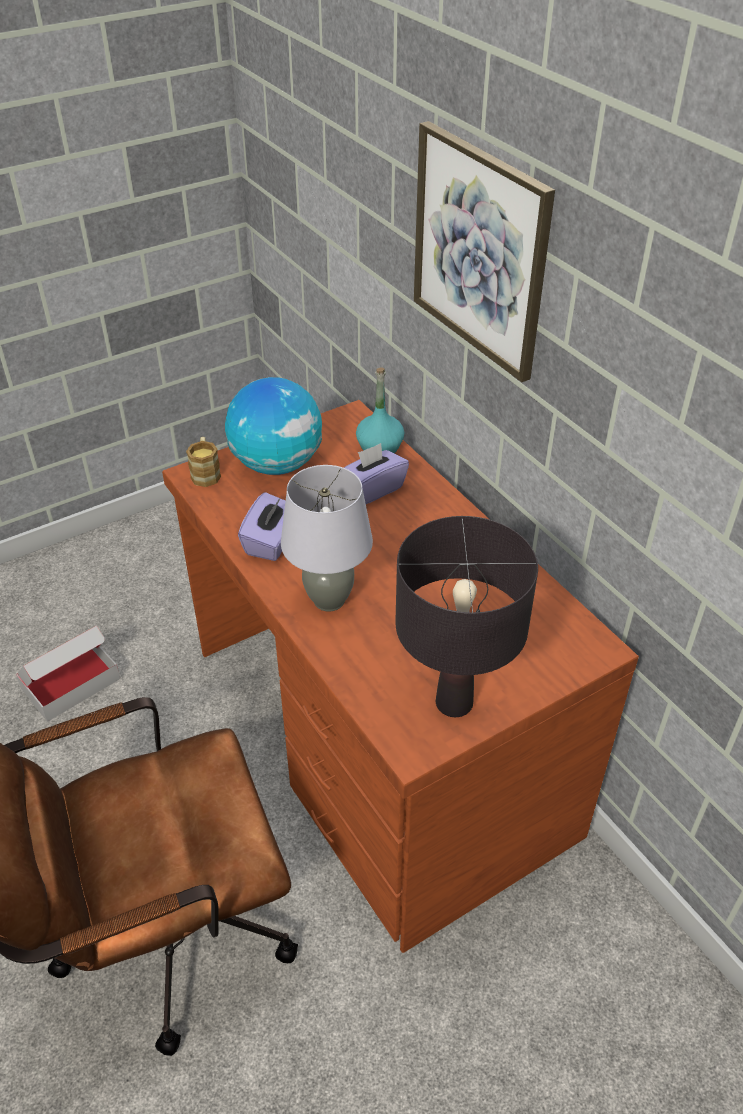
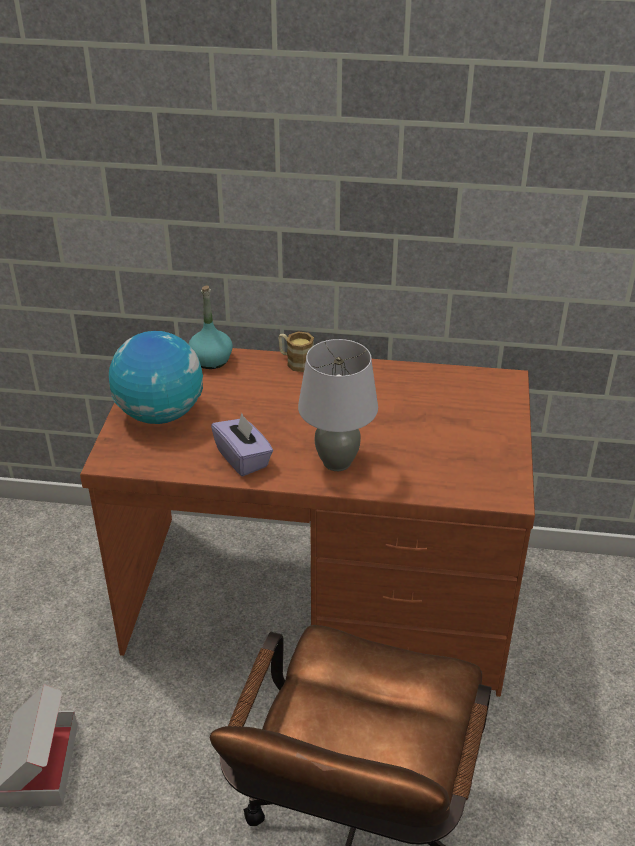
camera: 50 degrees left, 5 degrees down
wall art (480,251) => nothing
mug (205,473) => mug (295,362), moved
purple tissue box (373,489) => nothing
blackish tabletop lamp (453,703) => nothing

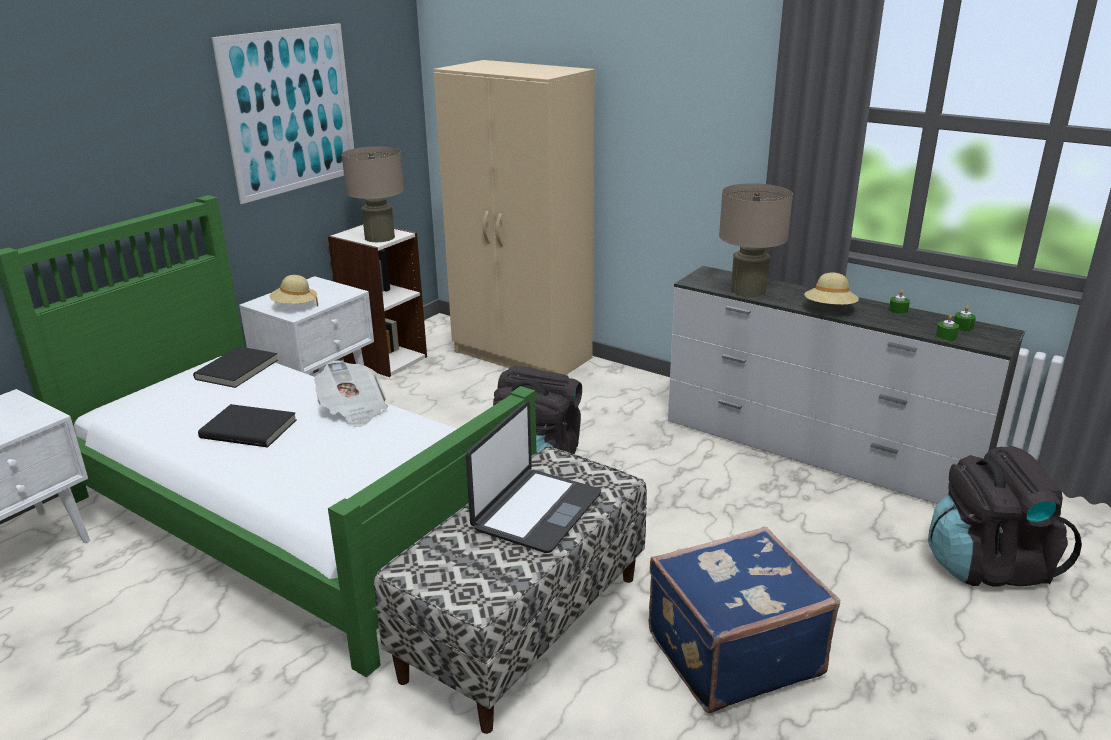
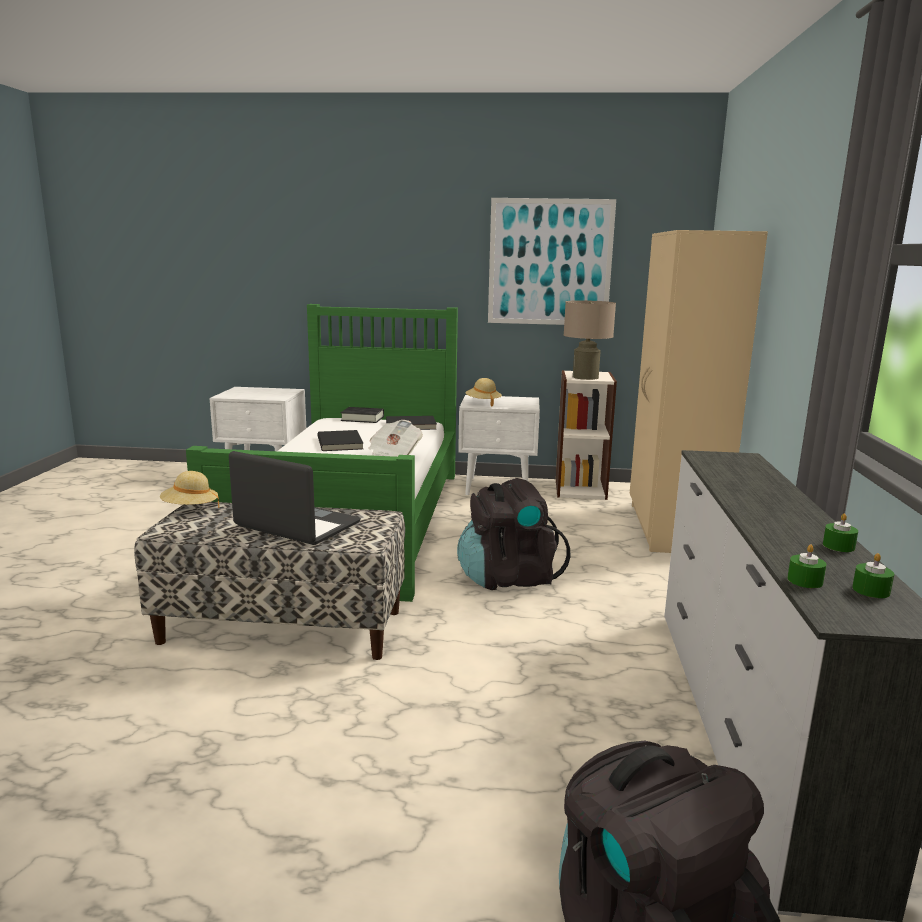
camera: 60 degrees right, 10 degrees down
beige tabletop lamp (748,290) => nothing
beige clothing hat (829,309) => beige clothing hat (190,508), moved
portable computer (536,511) => portable computer (297,525), 150 degrees counterclockwise
blue-coloured piece of luggage (731,652) => nothing
nothing => blackish bound book (362,418)

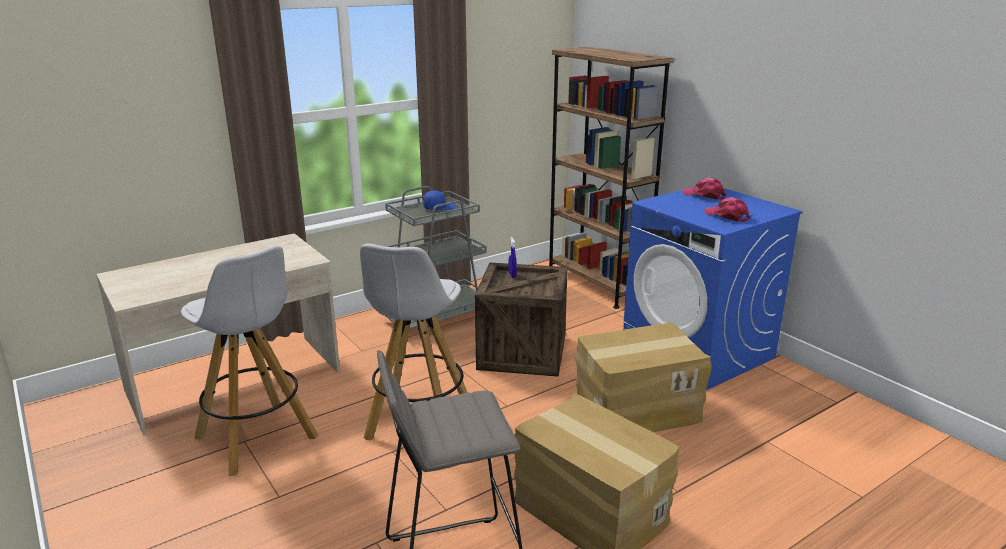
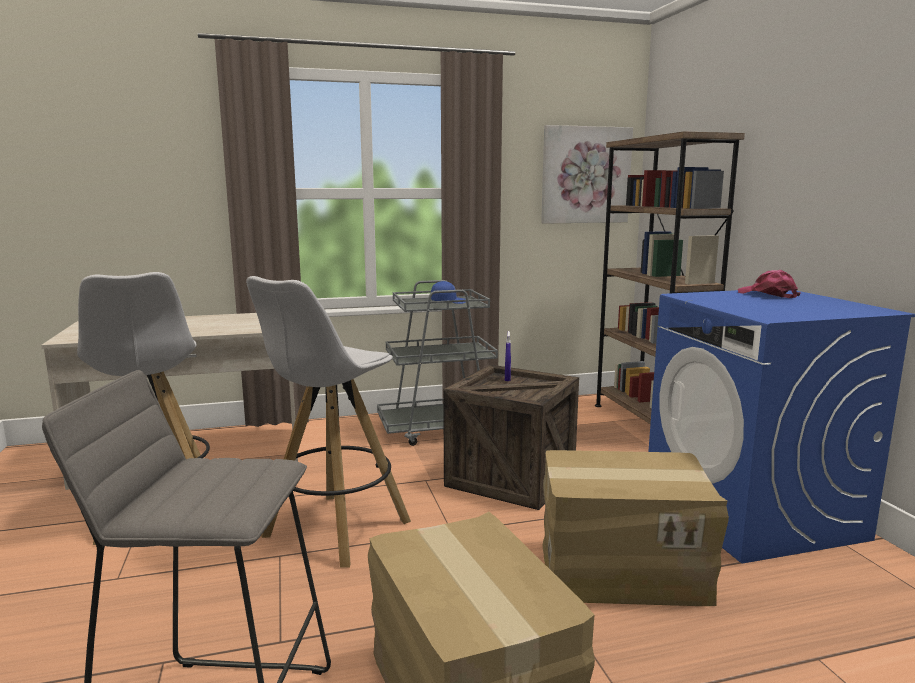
camera: 20 degrees right, 10 degrees down
pink-coloured baseball cap (727,216) => nothing
nothing => wall art (585,175)

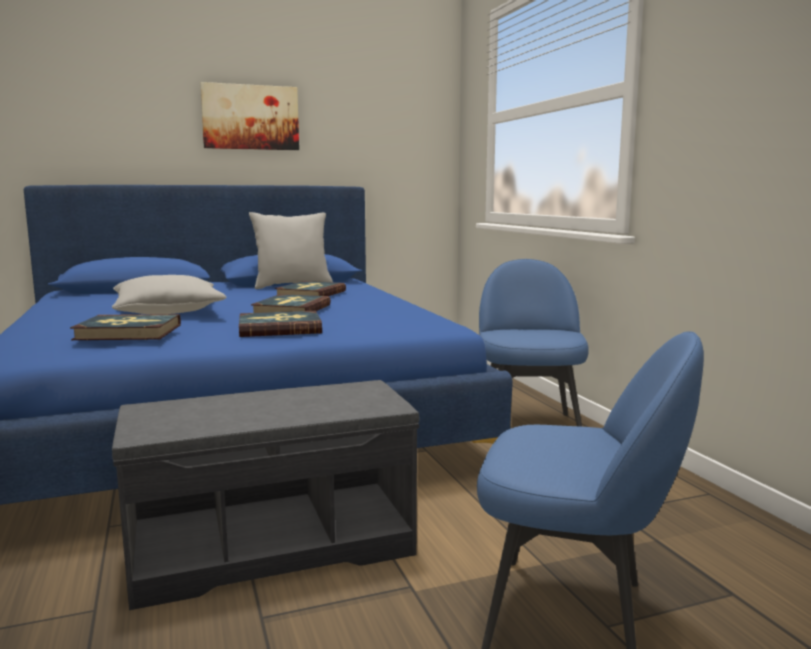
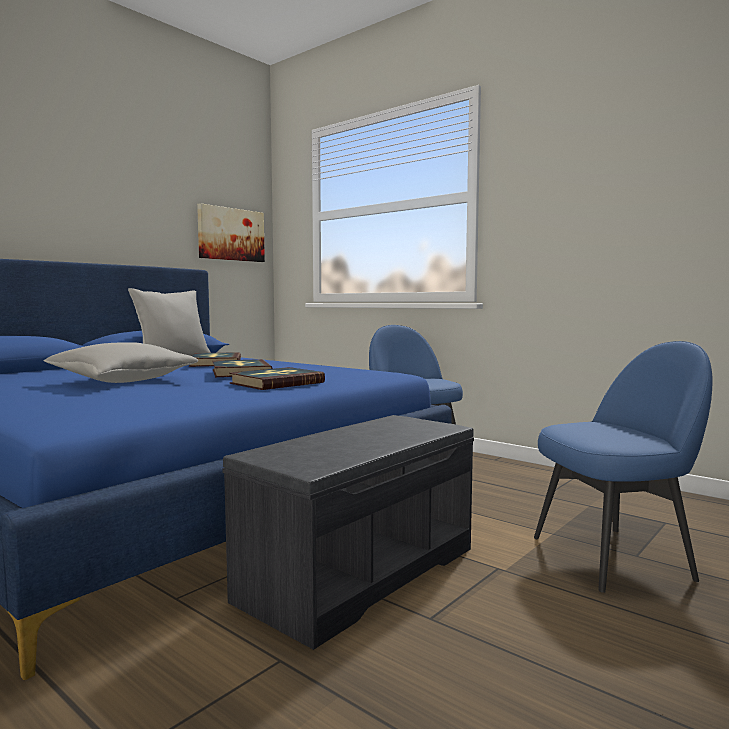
camera: 30 degrees left, 5 degrees down
wall art (250,117) => wall art (231,234), moved
bound book (128,332) => nothing

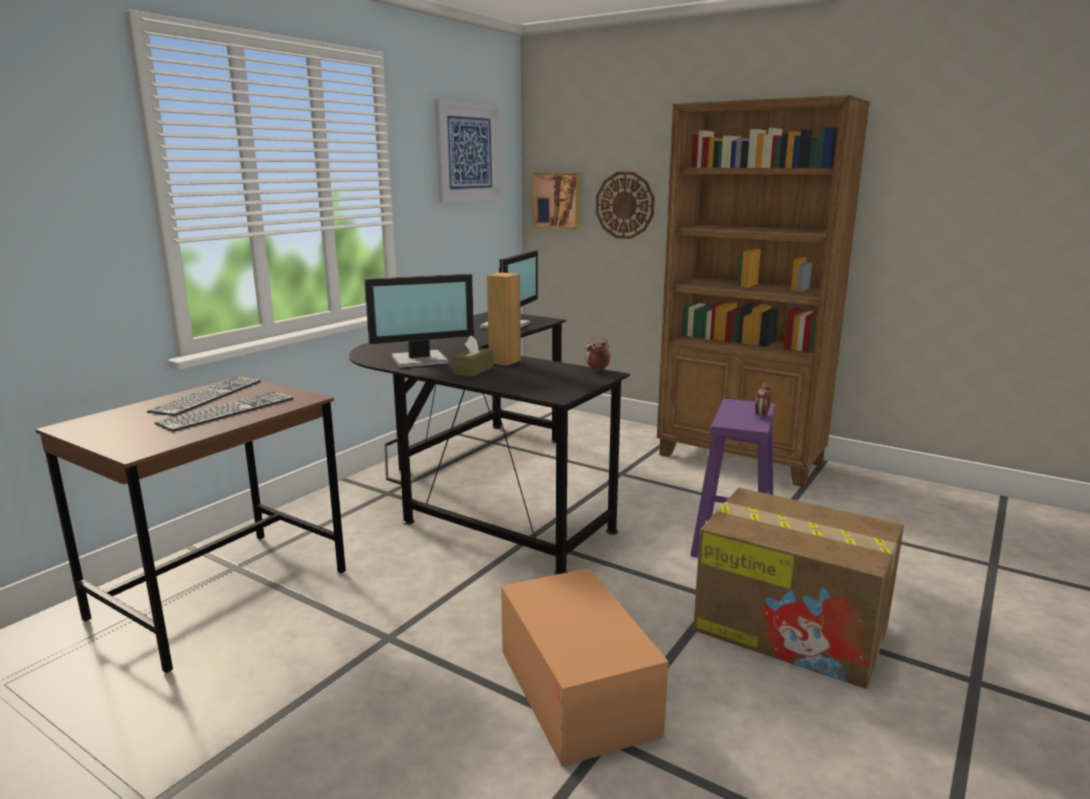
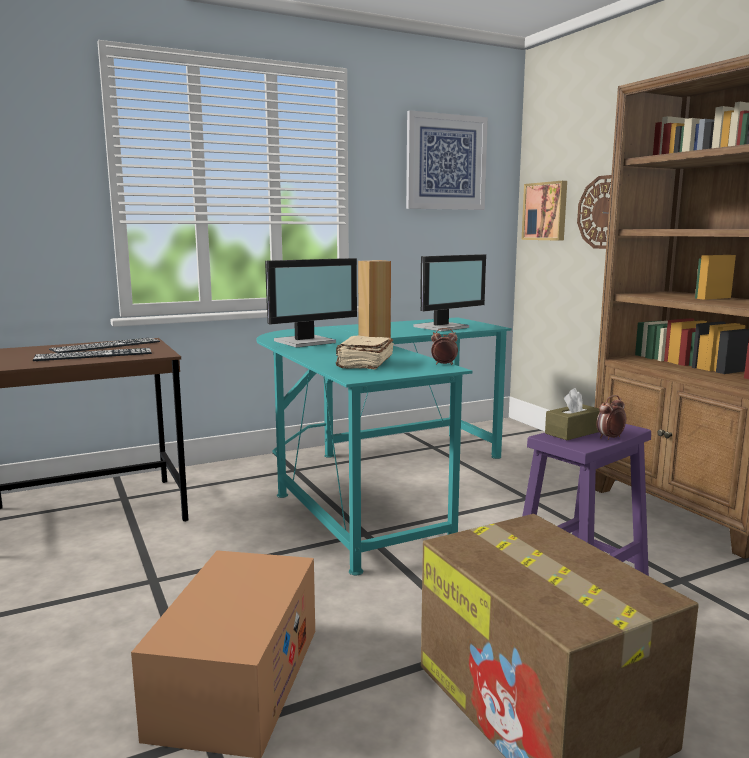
camera: 30 degrees right, 5 degrees down
computer display (421,360) => computer display (306,342), 45 degrees counterclockwise
blackish desk (482,488) => blue-green desk (376,482)
brownish tissue box (473,370) => brownish tissue box (573,432), moved
nothing => beige bound book (364,364)

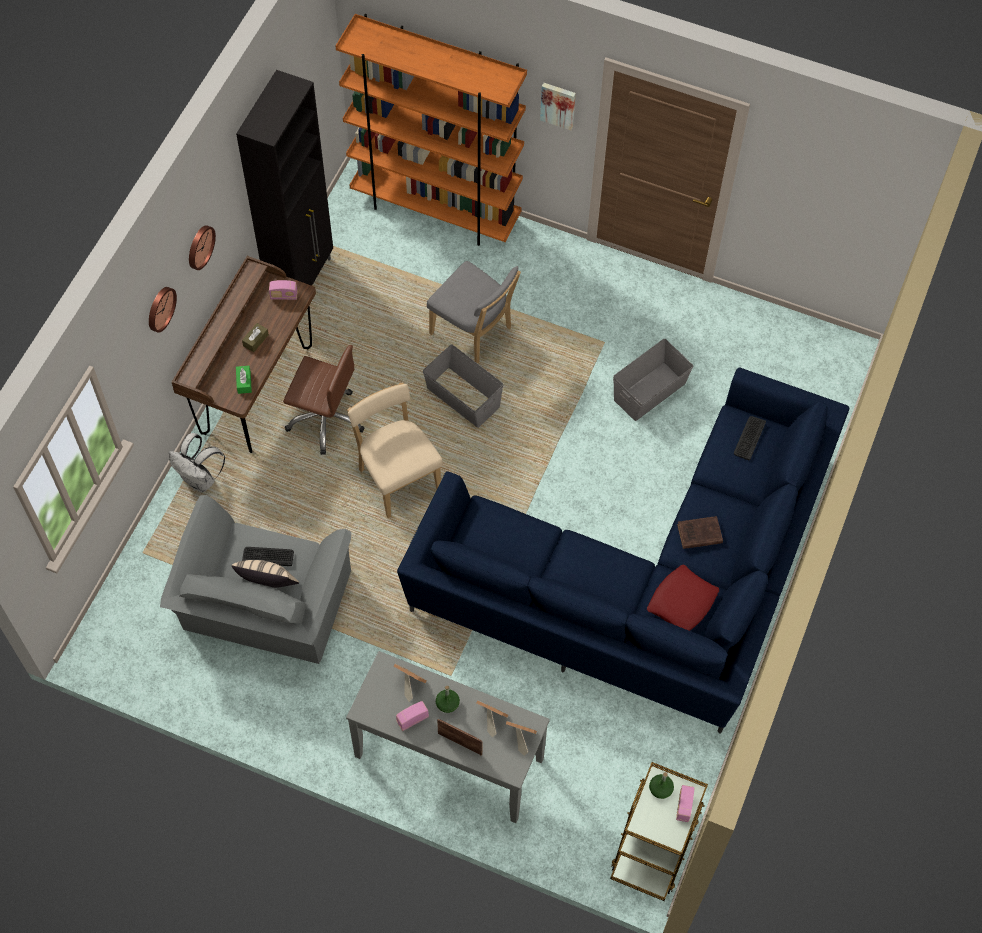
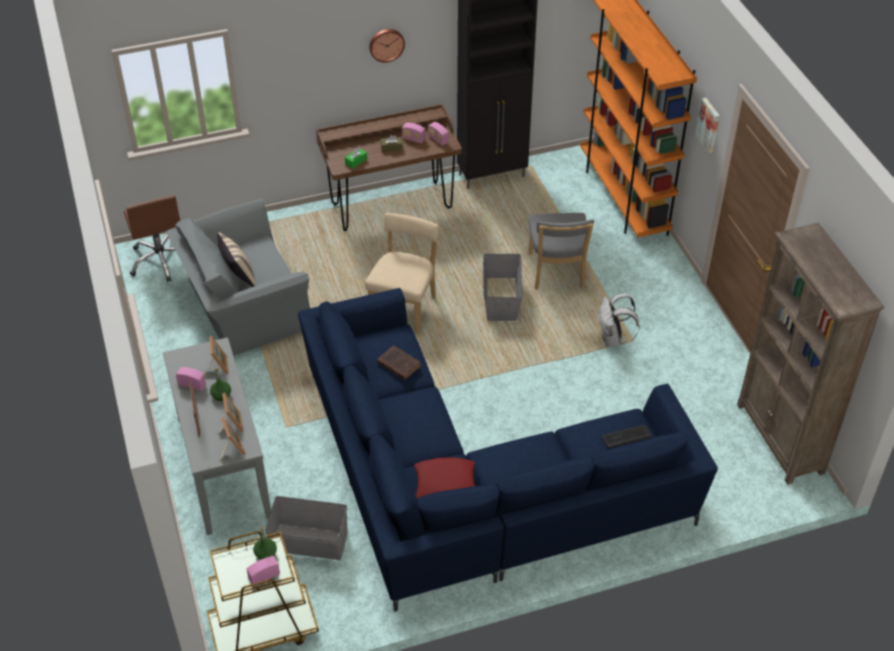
camera: 50 degrees right, 15 degrees down
wall clock (160,308) => nothing
gray storage box (650,391) => gray storage box (309,542), moved
brownish computer chair (325,419) => brownish computer chair (161,260), moved
white-coloured backpack (200,479) => white-coloured backpack (613,339), moved
brownish bound book (698,534) => brownish bound book (398,364), moved
keyboard (268,556) => nothing
nothing => radio (413,139)
nothing => brownish bookcase (780,439)

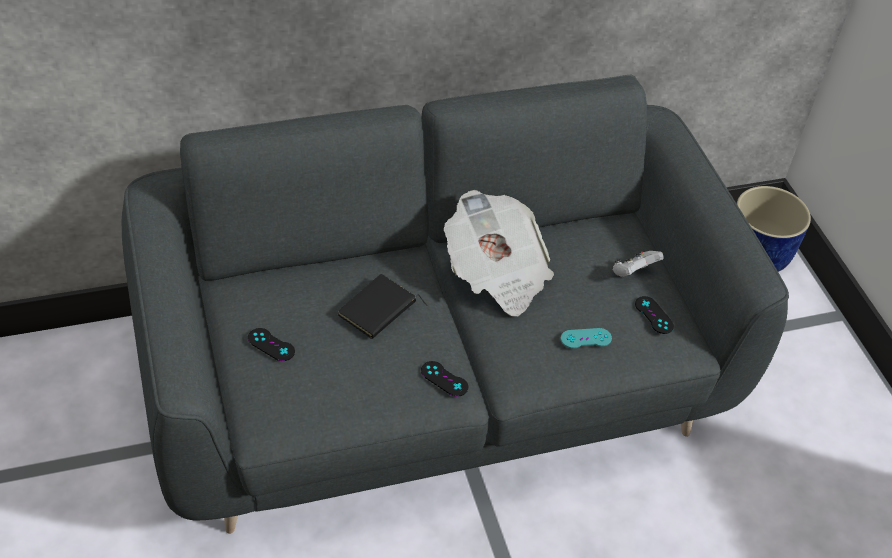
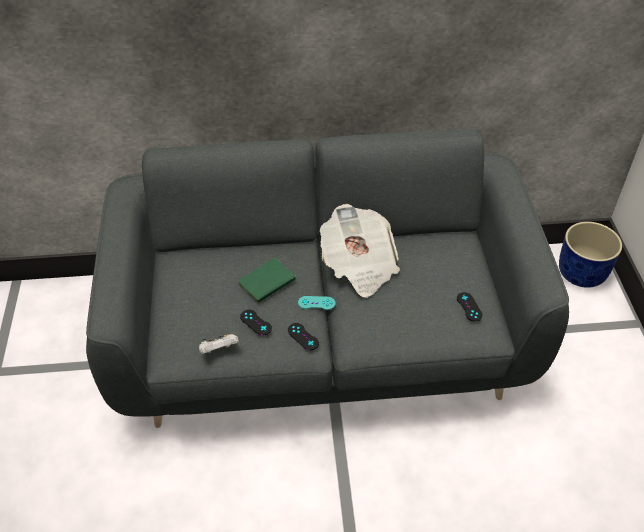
camera: 15 degrees right, 0 degrees up
white-coloured game controller (633,273) => white-coloured game controller (218,350), moved
blackish bound book (379,311) => green bound book (268,283)
blackish game controller (271,345) => blackish game controller (255,322), moved
blue-green game controller (586,338) => blue-green game controller (316,303), moved

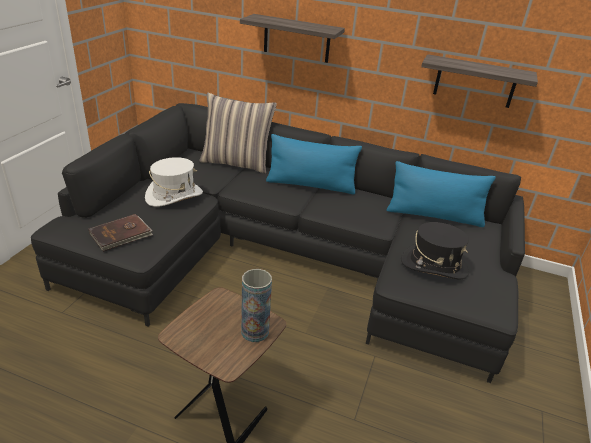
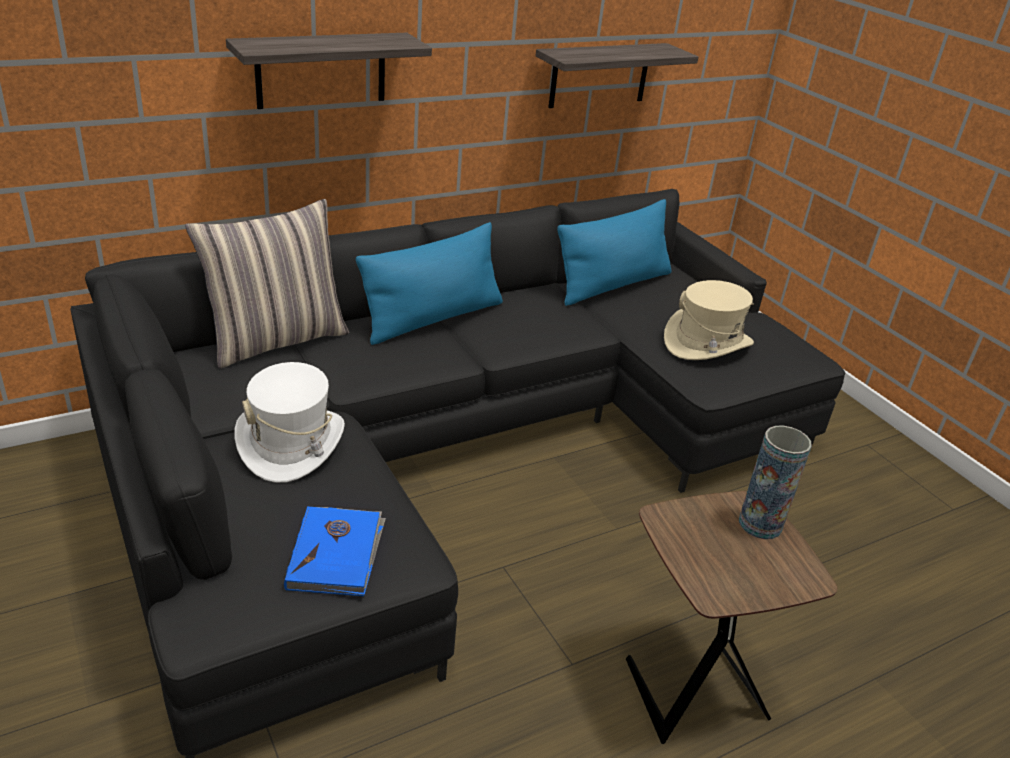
camera: 50 degrees left, 0 degrees up
brownish bound book (121,235) => blue-coloured bound book (337,553)
blackish clothing hat (434,266) => beige clothing hat (707,344)

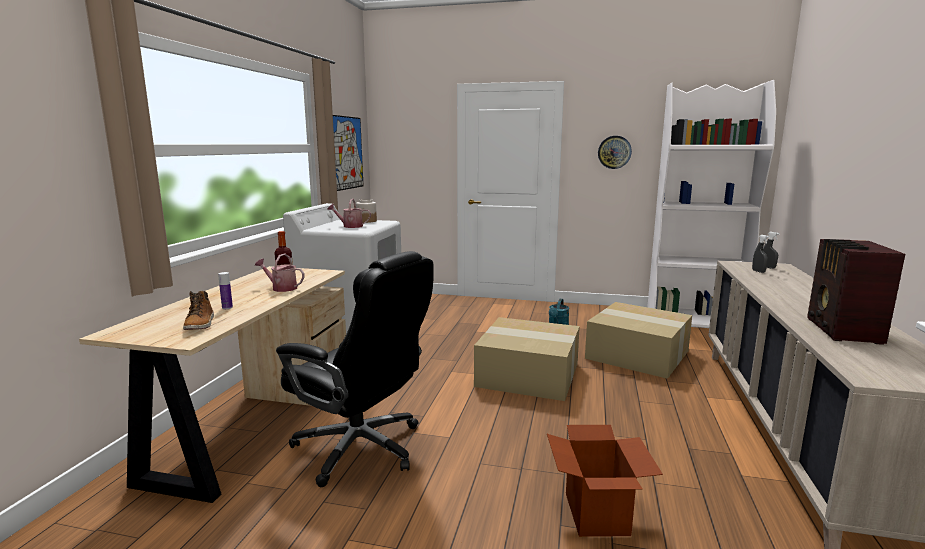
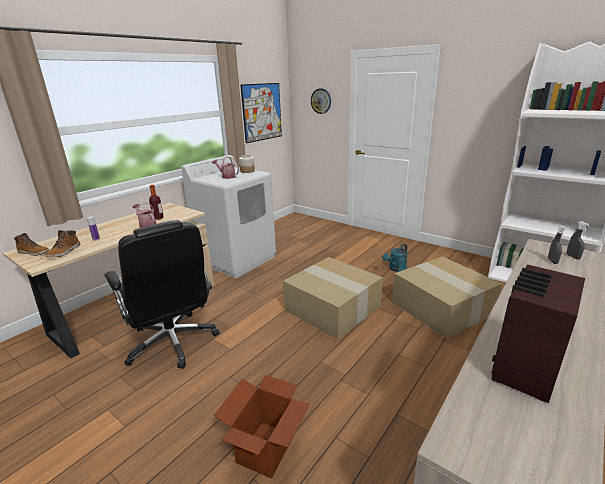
camera: 25 degrees right, 10 degrees up
wall clock (614,152) => wall clock (321,101), moved
nothing => high-top boot (34,252)

